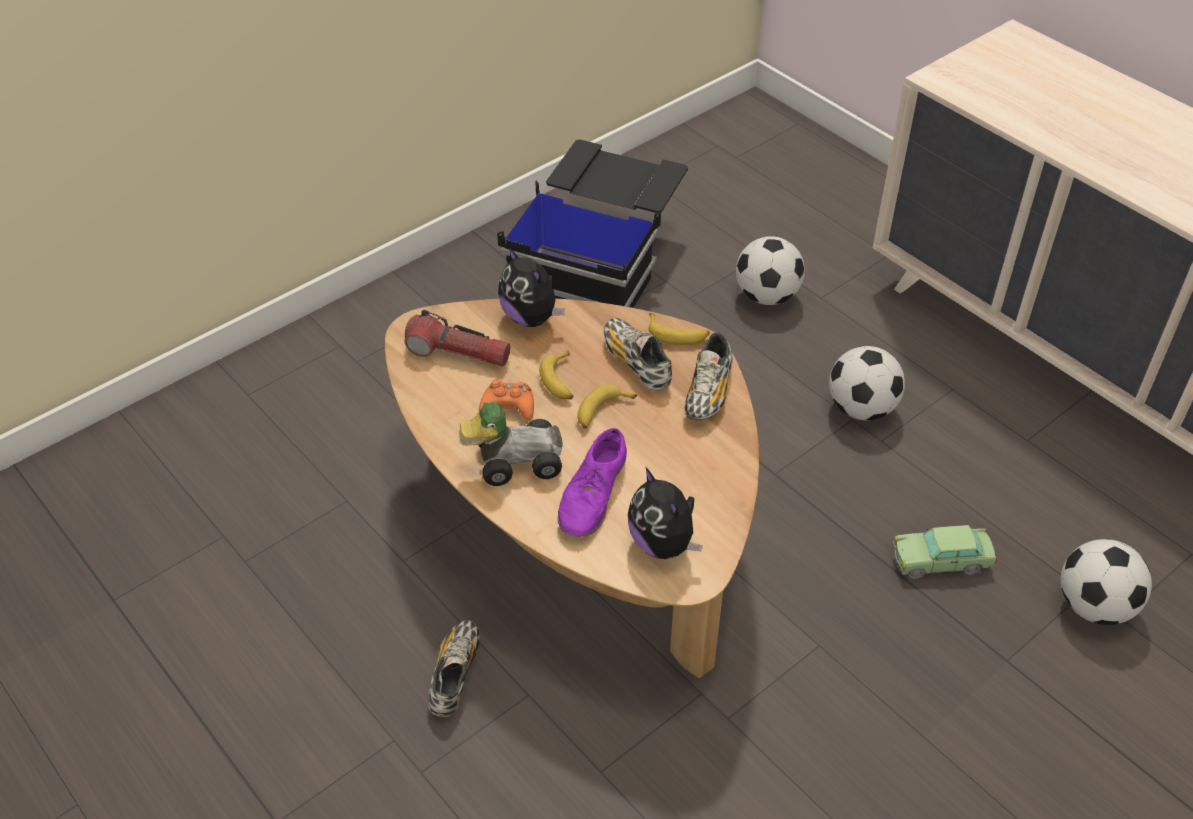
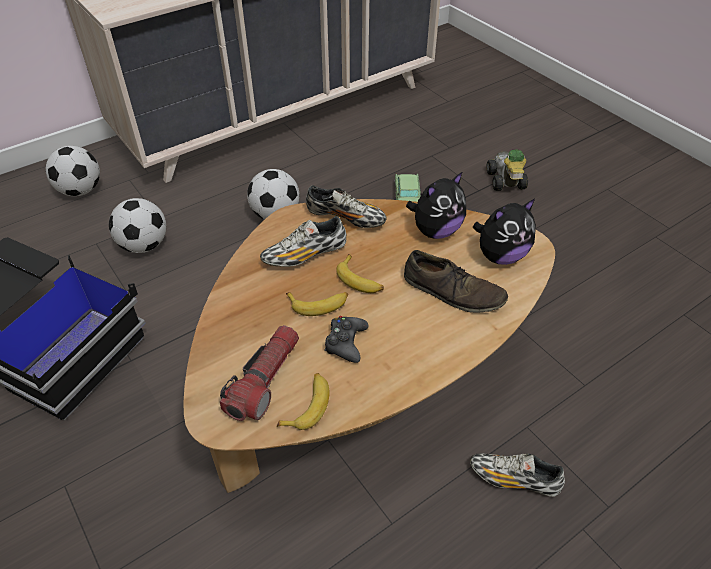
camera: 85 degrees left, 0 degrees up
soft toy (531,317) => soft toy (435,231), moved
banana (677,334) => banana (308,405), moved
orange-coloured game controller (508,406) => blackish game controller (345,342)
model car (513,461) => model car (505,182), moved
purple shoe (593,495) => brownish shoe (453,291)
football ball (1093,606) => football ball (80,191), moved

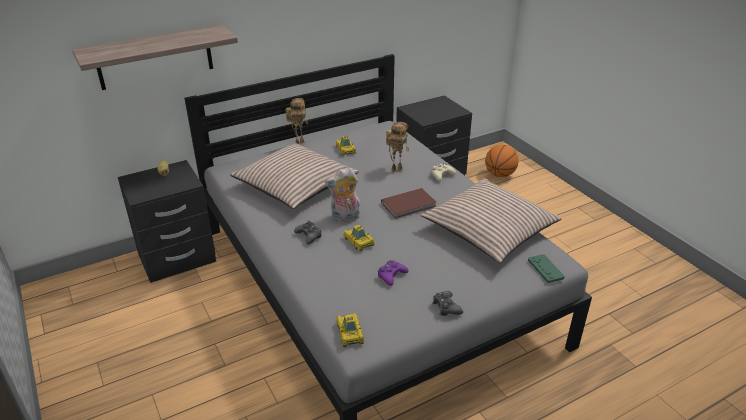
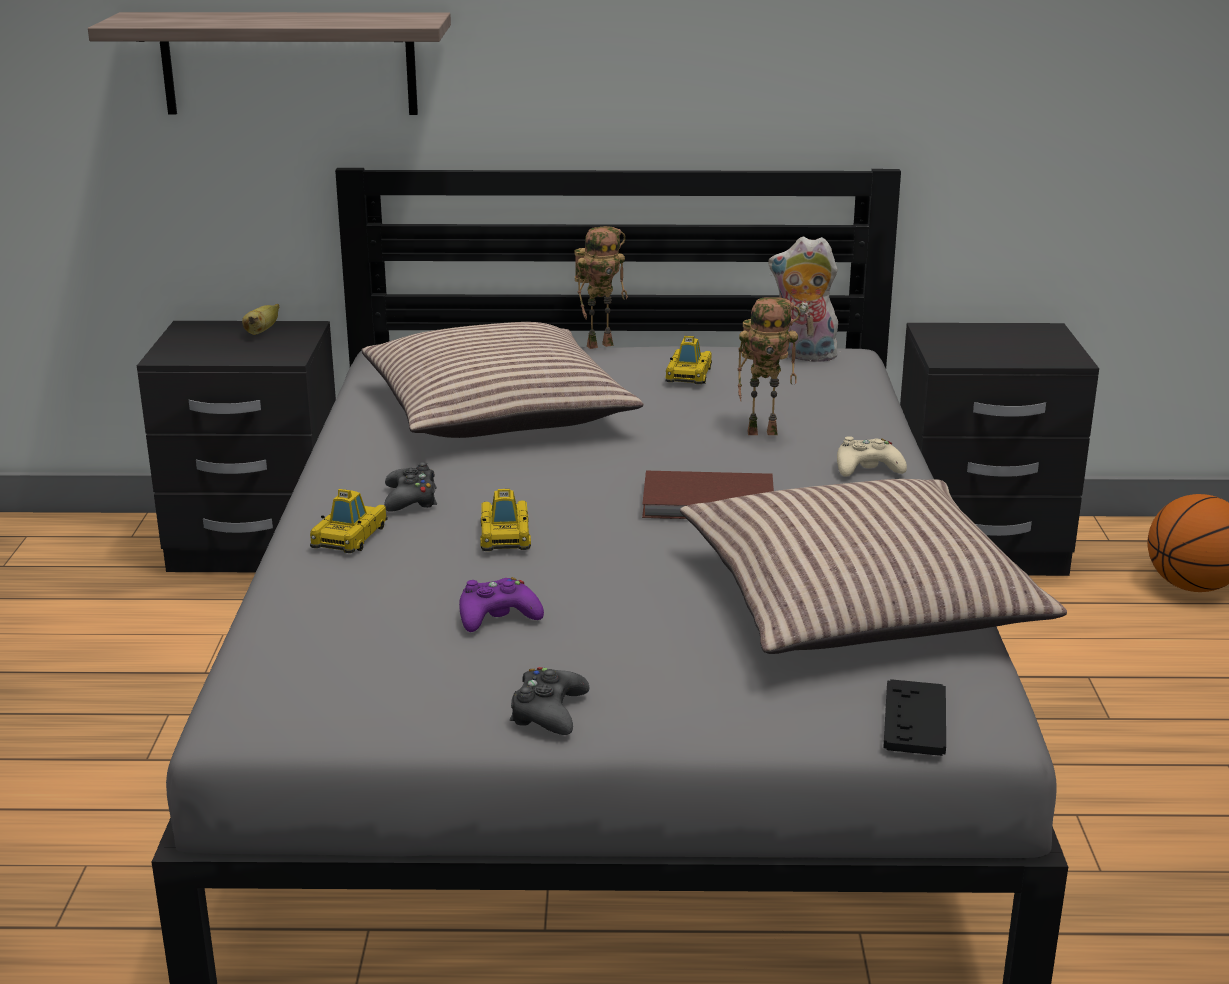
camera: 30 degrees right, 10 degrees down
soft toy (345,217) => soft toy (802,356), moved
green game controller (545,269) => blackish game controller (915,720)
model car (350,333) => model car (350,536), moved

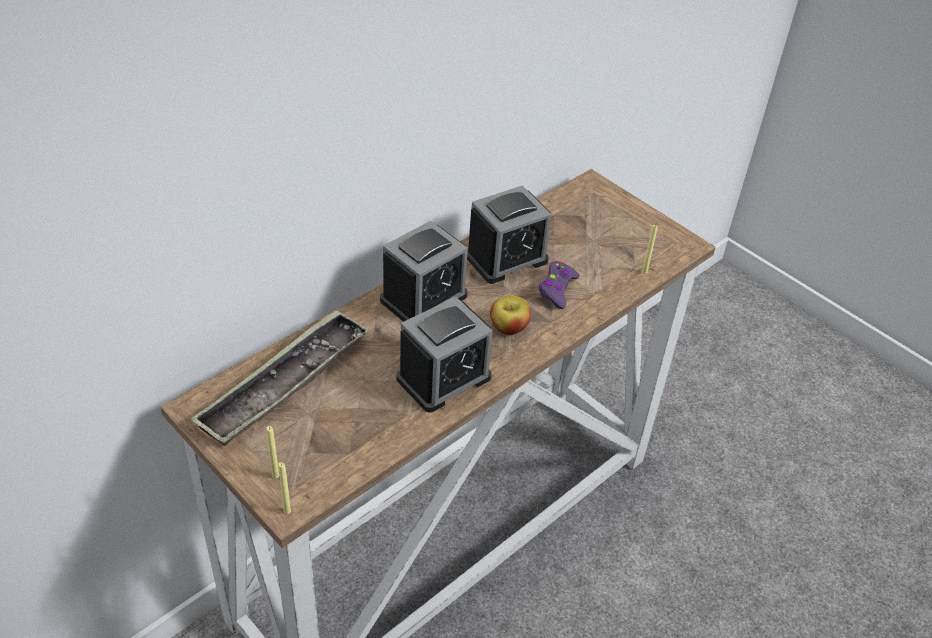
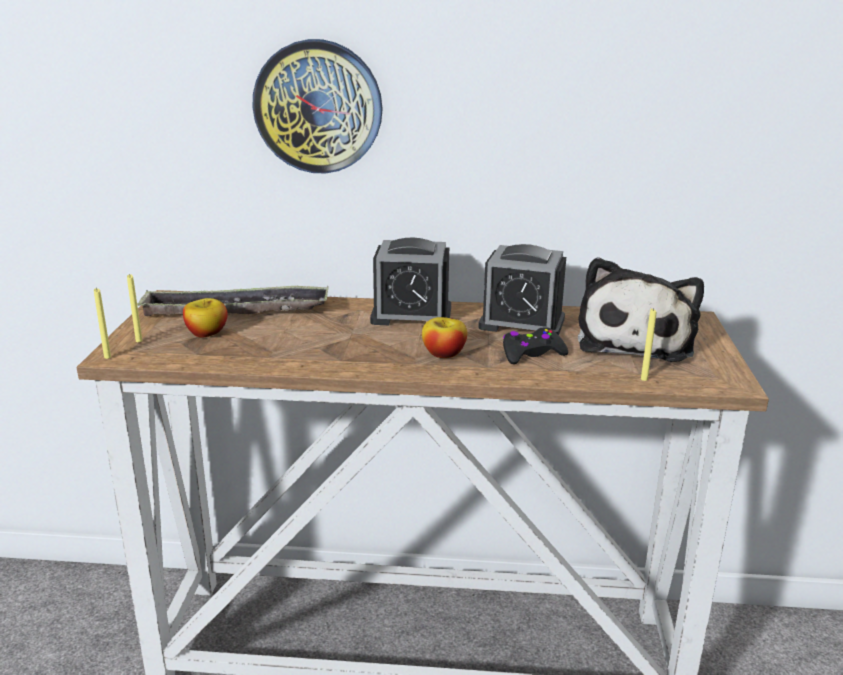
camera: 50 degrees right, 20 degrees down
purple game controller (557,289) => blackish game controller (531,354)
bedside clock (443,378) => nothing
nothing => wall clock (318,107)
nothing => soft toy (635,340)
nothing => apple (206,333)

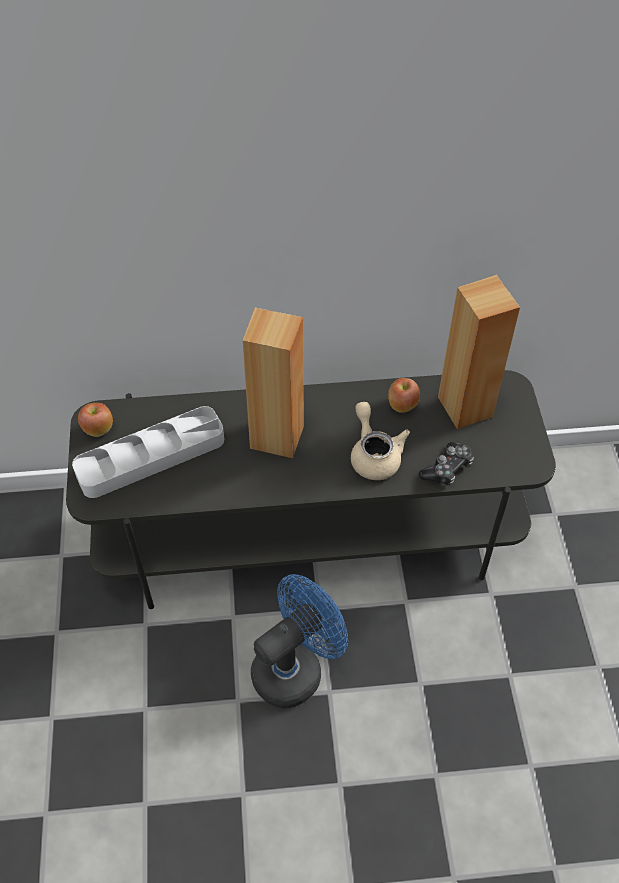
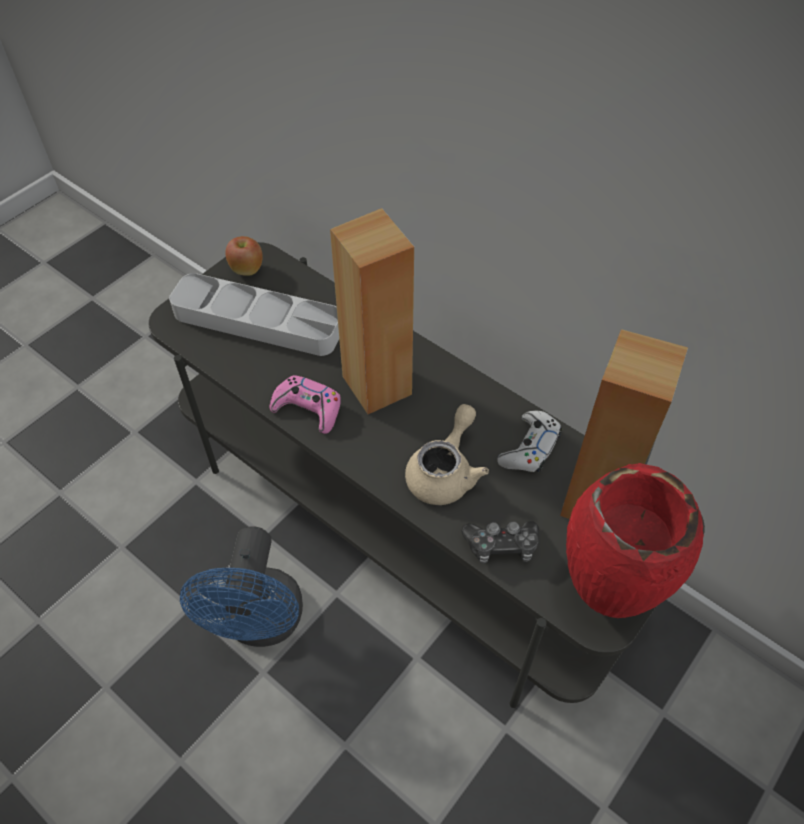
camera: 45 degrees right, 0 degrees up
apple (402,405) => white-coloured game controller (529,448)
blue-coloured electric fan (295,667) => blue-coloured electric fan (261,624), 90 degrees clockwise
nothing => pink-coloured game controller (308,409)
nothing => reddish decorative vase (602,595)

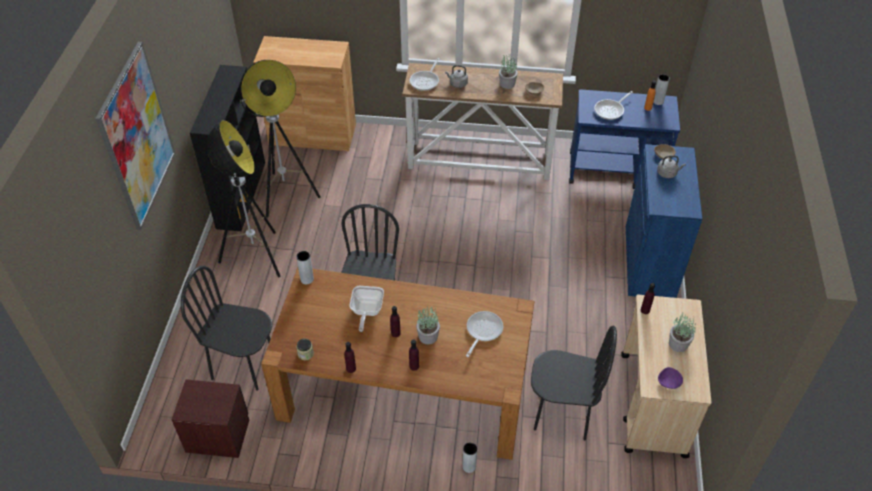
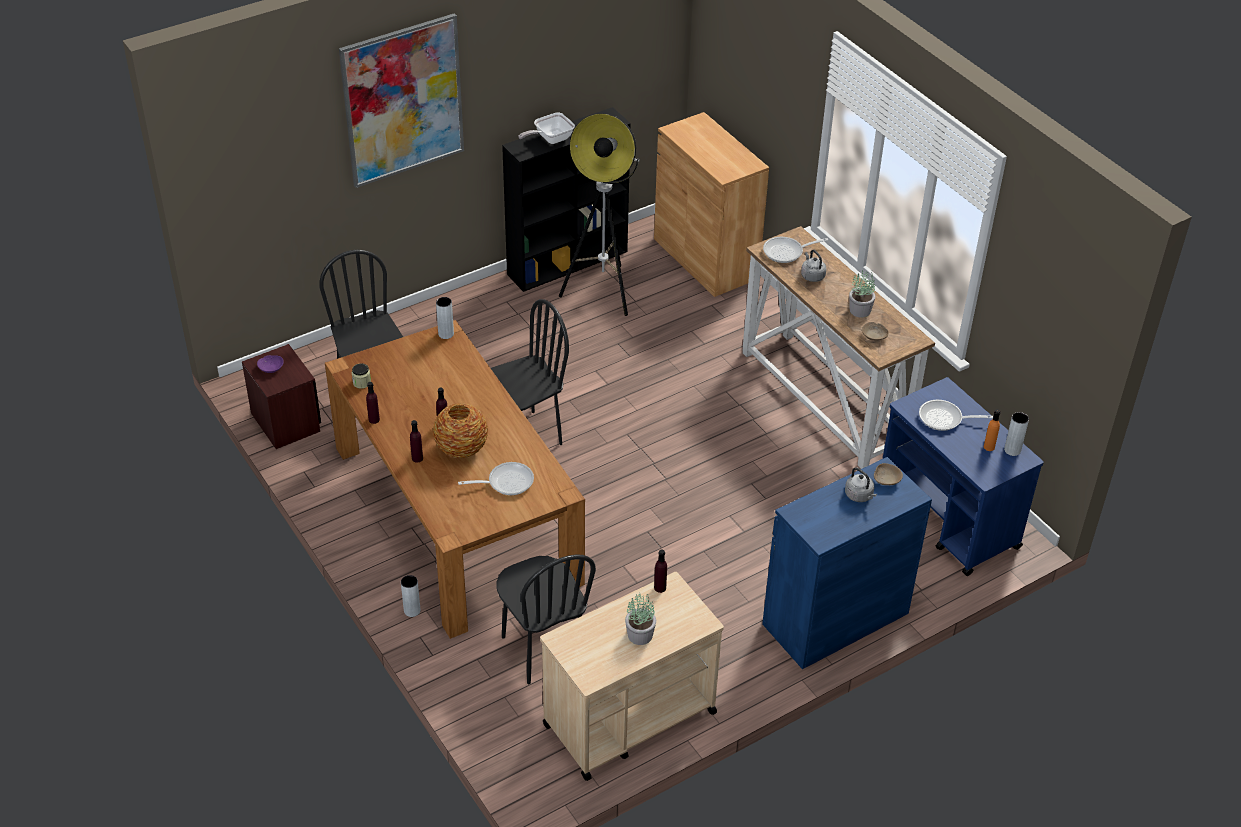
camera: 50 degrees right, 5 degrees down
standard lamp (255,257) => nothing
frying pan (366,312) => frying pan (550,139), moved
houseplant (428,336) => decorative vase (462,448)
purple serving bowl (669,381) => purple serving bowl (270,368), moved

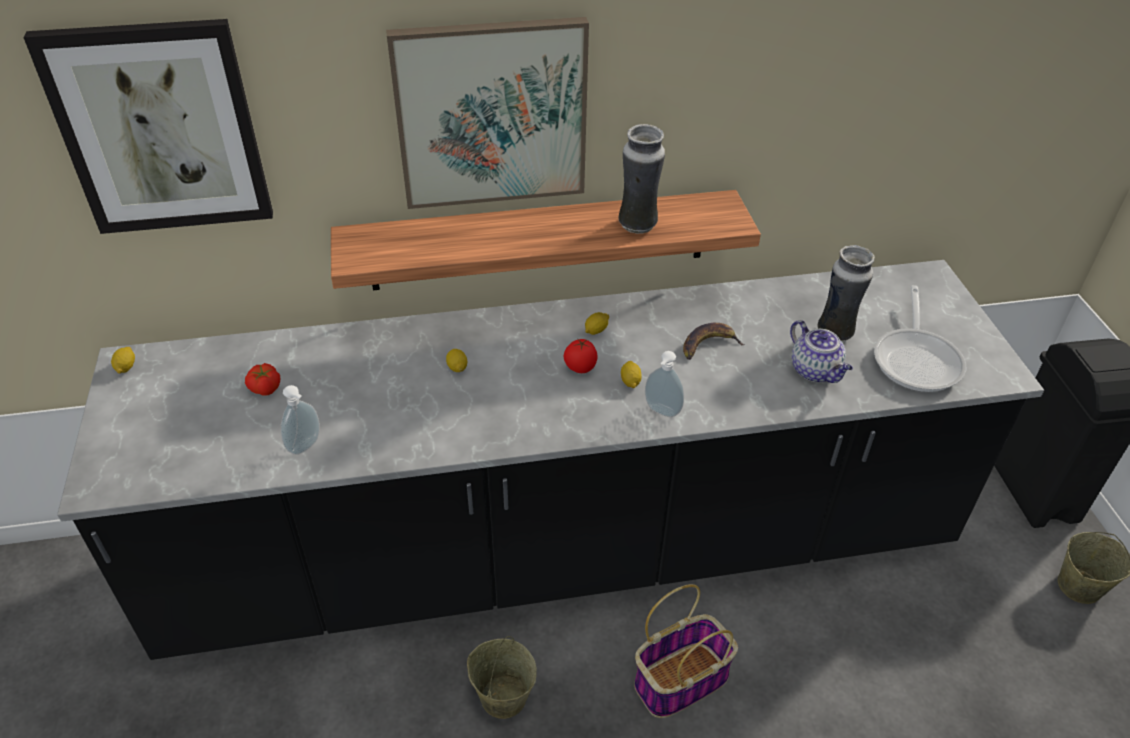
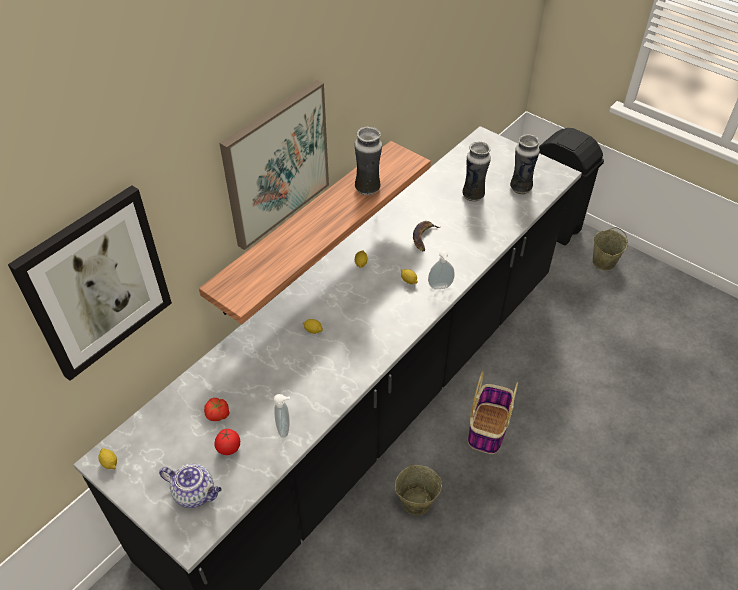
camera: 40 degrees left, 5 degrees up
frying pan (917,359) => decorative vase (520,188)
tea pot (816,371) => tea pot (195,493), moved
tomato (580,368) => tomato (229,448), moved

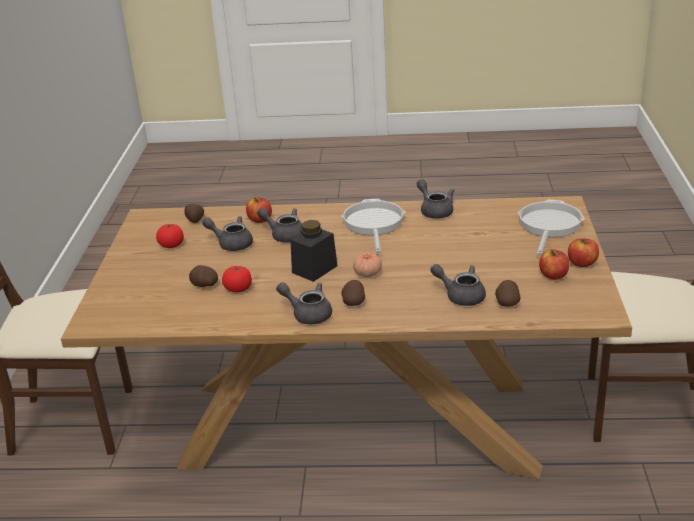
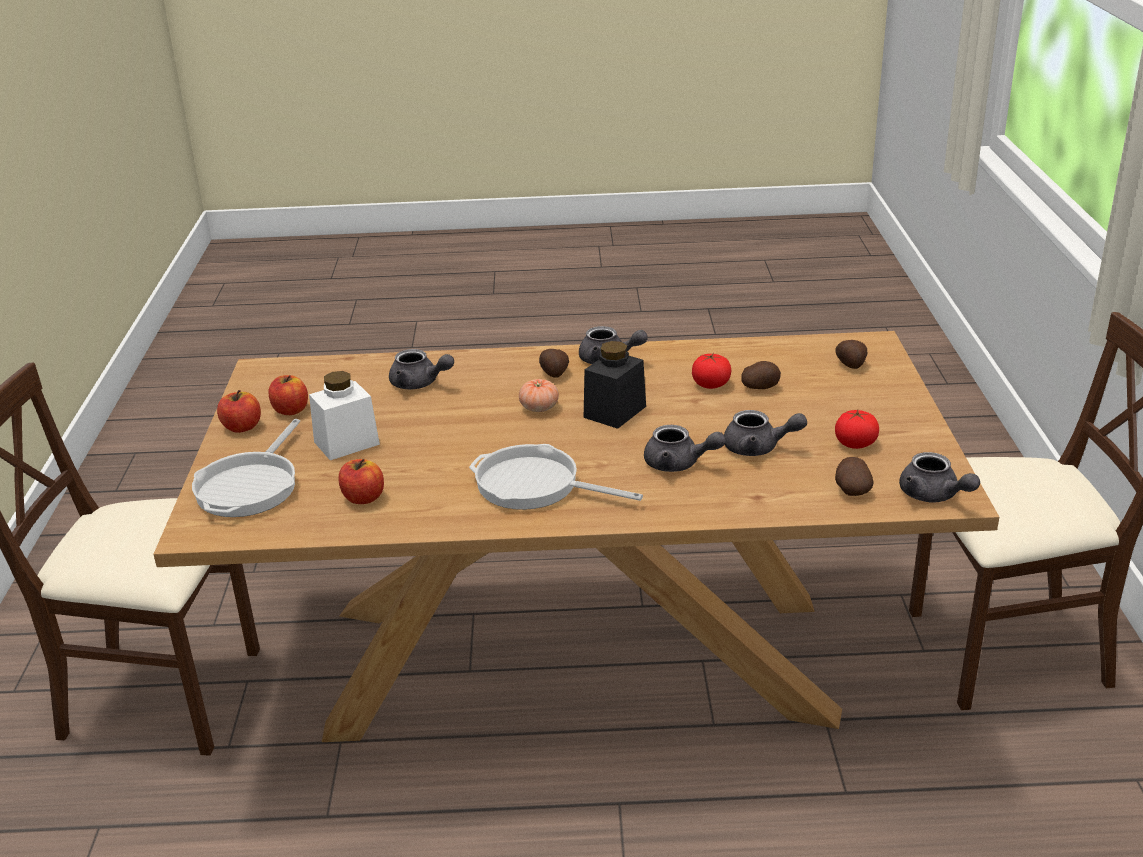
camera: 175 degrees right, 0 degrees up
gray tea pot (435,210) => gray tea pot (933,496), moved
apple (260,220) => apple (363,498), moved
frying pan (373,224) => frying pan (534,485), 120 degrees clockwise
whole potato (507,302) => whole potato (851,365), moved
nothing => white-coloured jar (346,443)

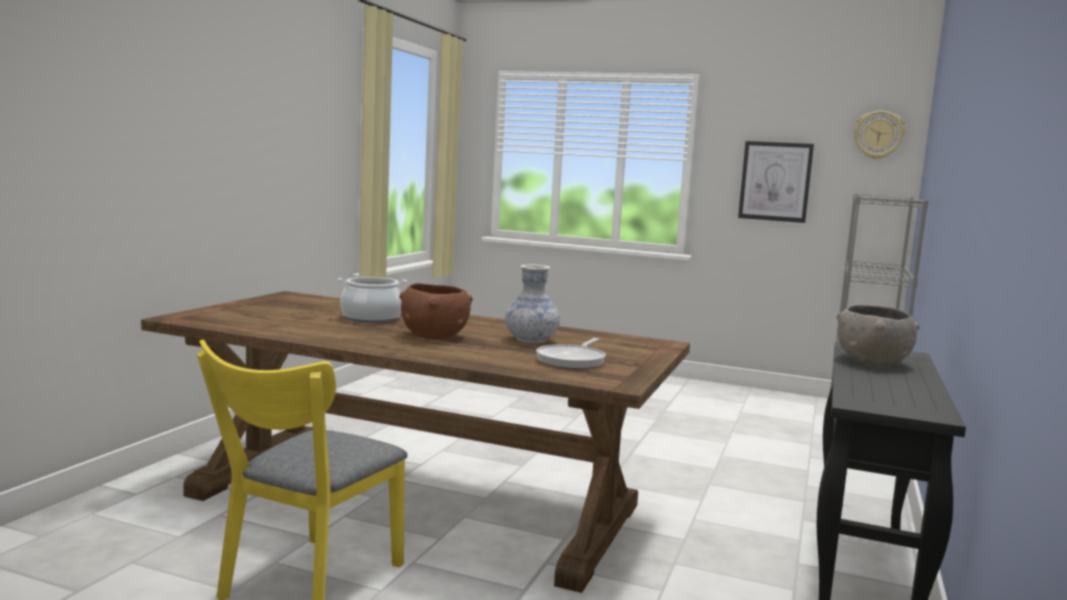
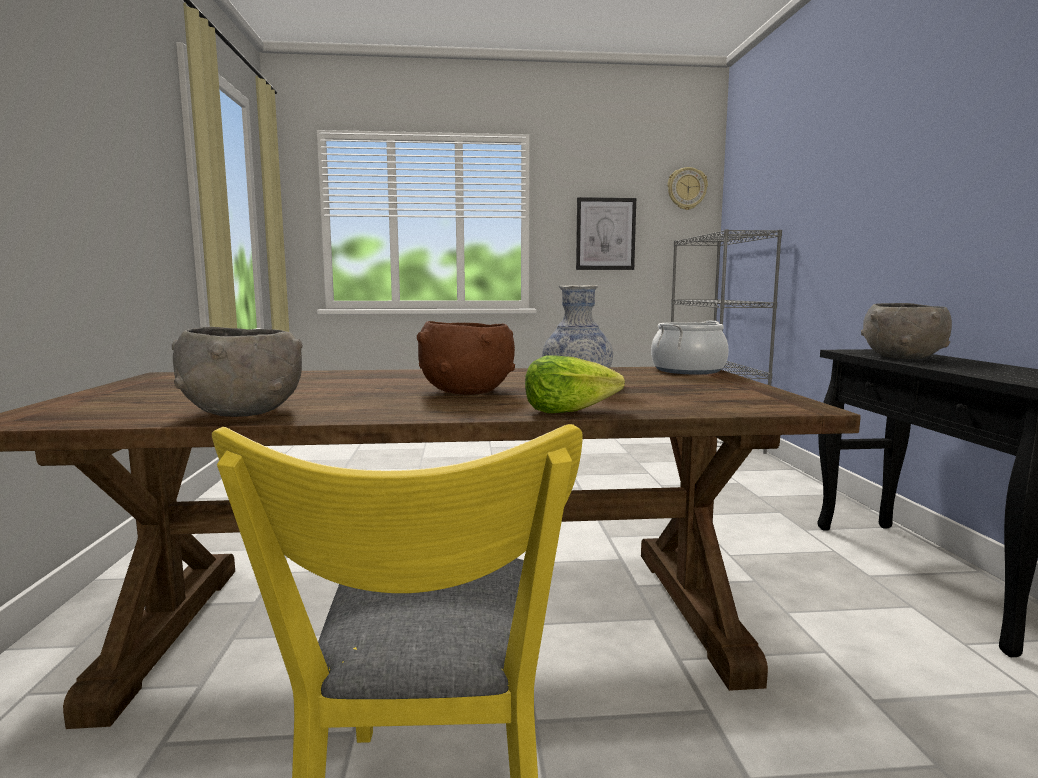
camera: 25 degrees left, 0 degrees up
saucepot (371,318) => saucepot (687,370), moved
frying pan (572,360) => nothing
nothing => gray serving bowl (245,412)
nothing => lettuce (569,411)

